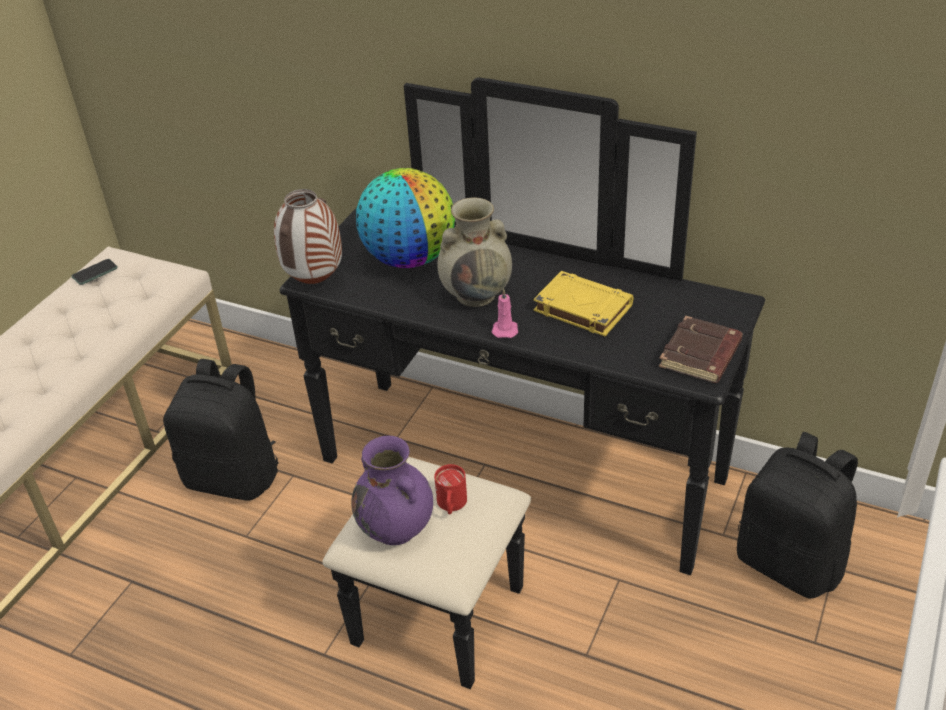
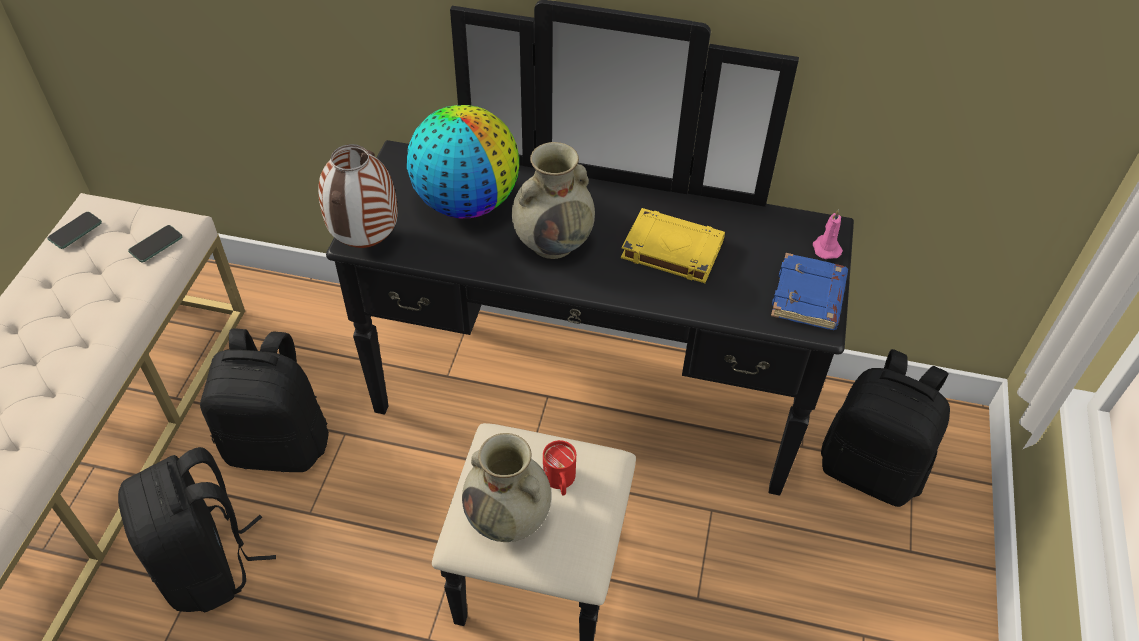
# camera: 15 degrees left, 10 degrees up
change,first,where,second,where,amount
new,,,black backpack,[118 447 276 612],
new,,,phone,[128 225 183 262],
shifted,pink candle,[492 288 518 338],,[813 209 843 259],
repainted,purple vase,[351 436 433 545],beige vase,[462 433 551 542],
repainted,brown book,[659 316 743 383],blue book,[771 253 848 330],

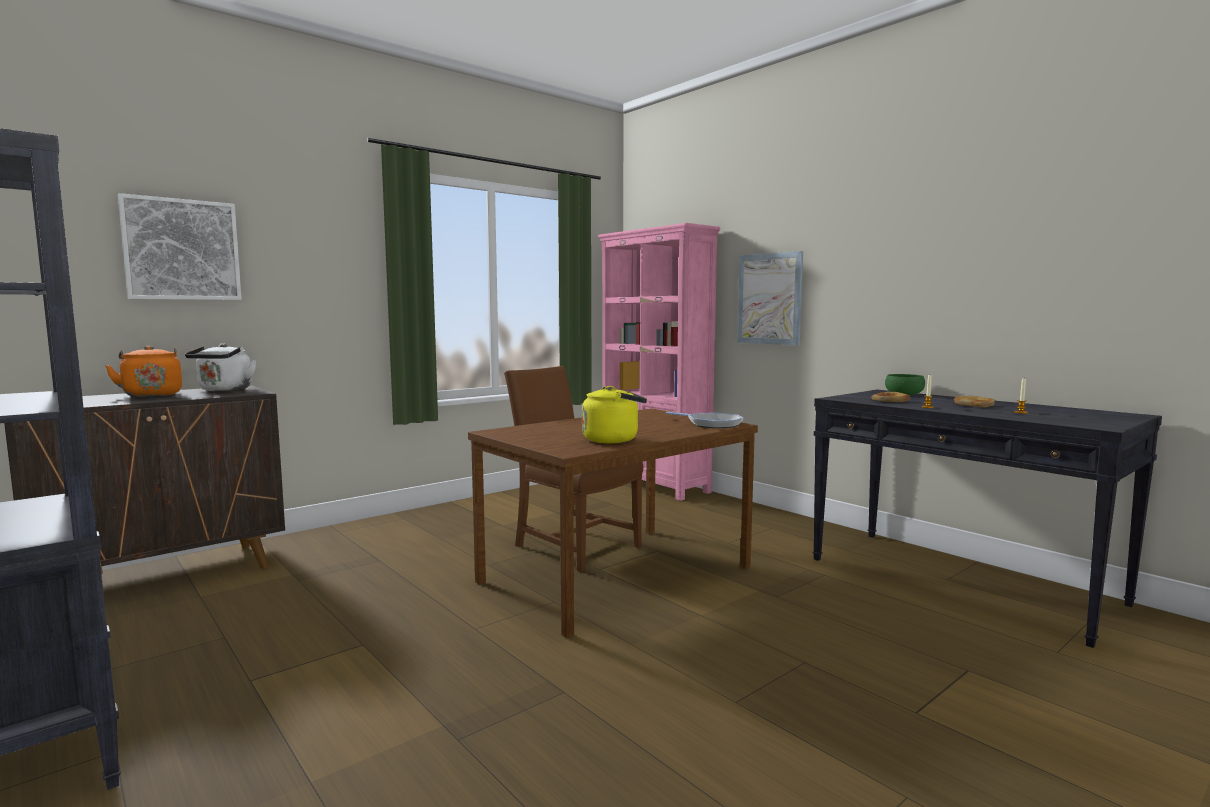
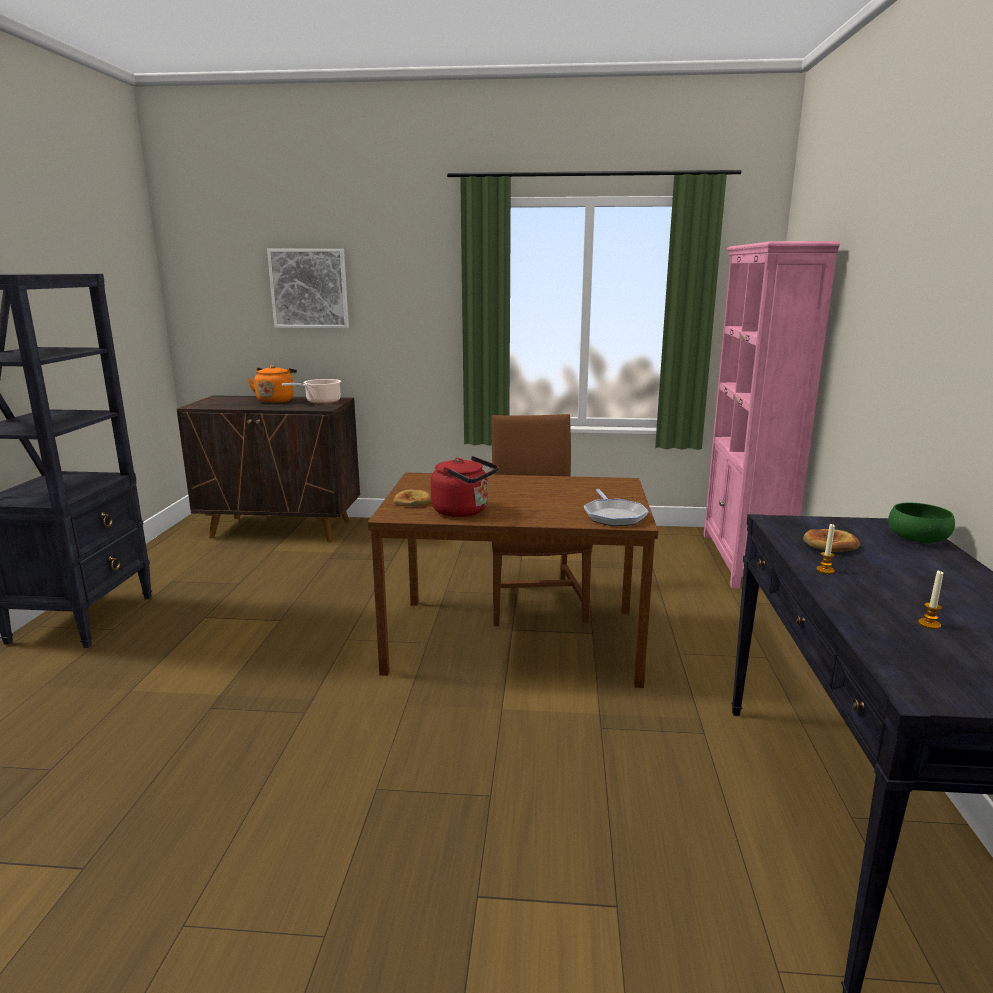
# camera: 45 degrees right, 10 degrees up
change,first,where,second,where,amount
gone,picture,[737 251 803 345],,,
shifted,bread,[954 396 995 408],,[393 489 431 506],
swapped,white kettle,[185 343 257 391],cooking pot,[282 379 341 404],
repainted,yellow kettle,[582 386 647 444],red kettle,[431 456 498 517],

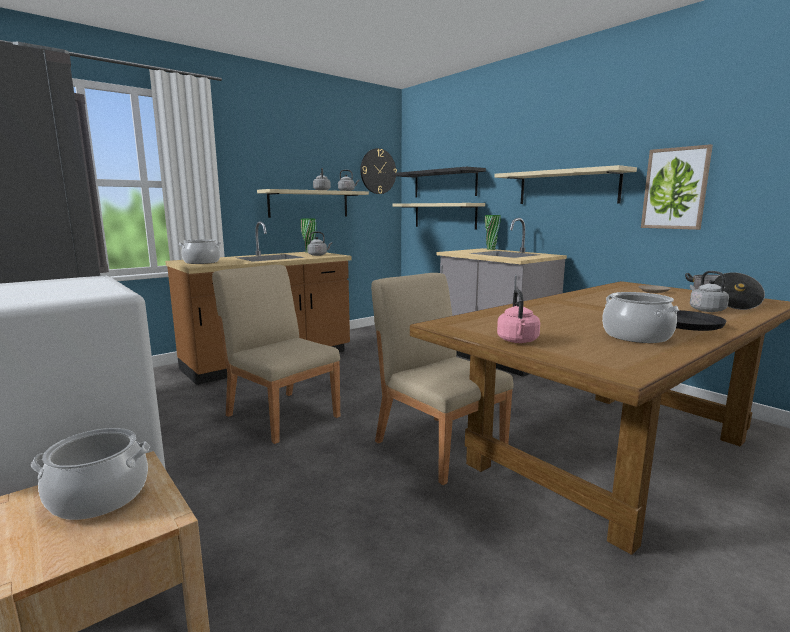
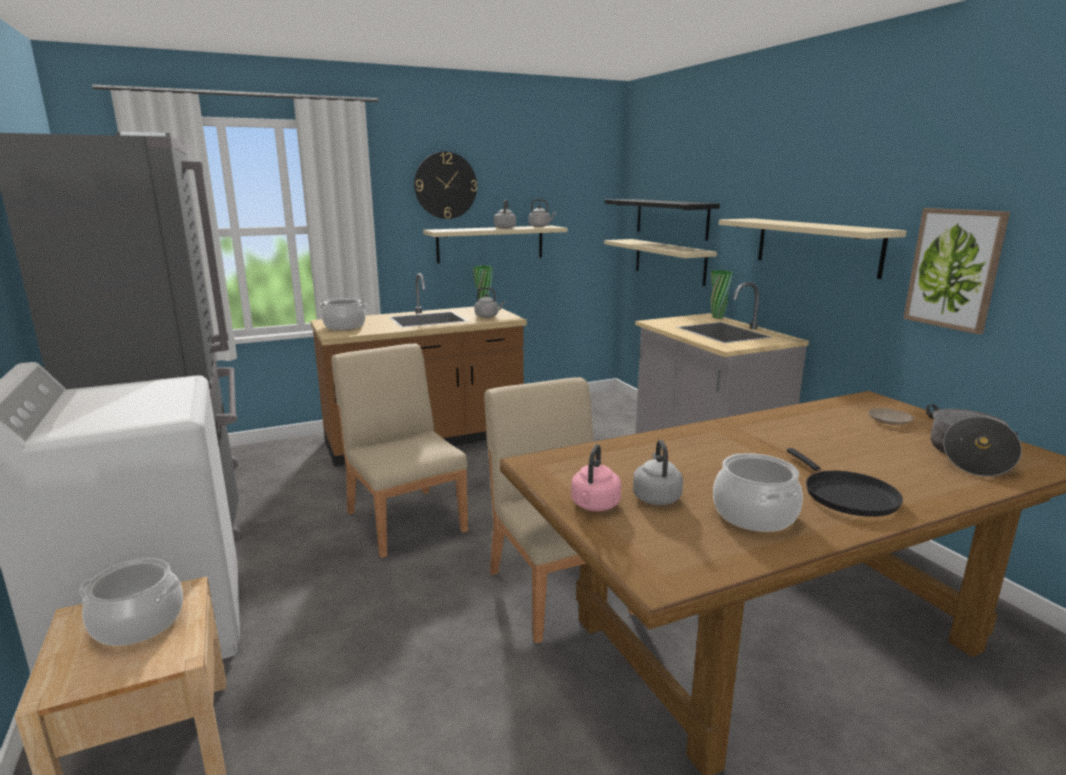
# camera: 15 degrees right, 5 degrees up
change,first,where,second,where,amount
shifted,wall clock,[360 148 397 194],,[414 152 477 219],
shifted,grey kettle,[690 271 729 312],,[633 440 683 505],

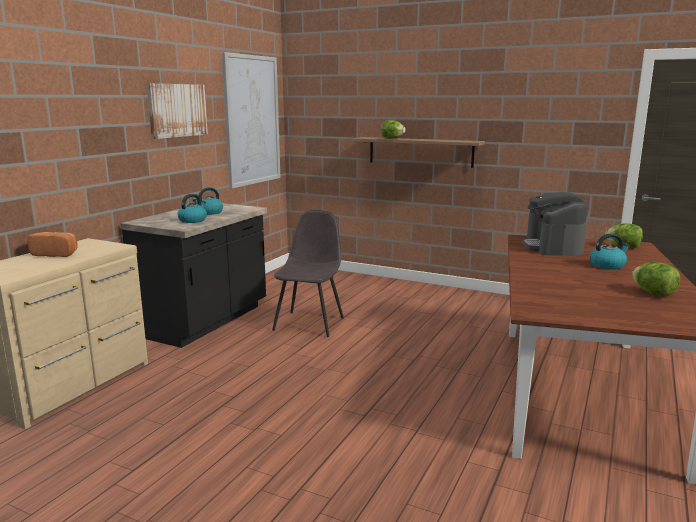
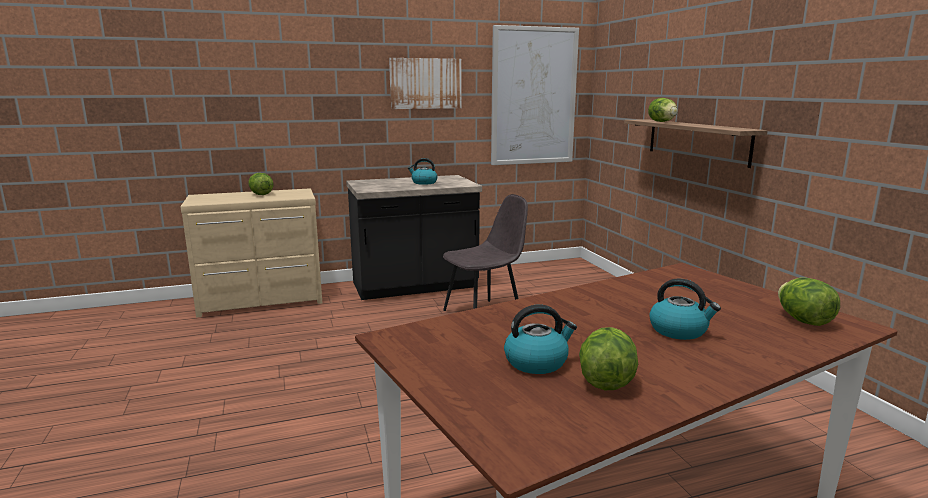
# camera: 45 degrees right, 0 degrees up
change,first,where,second,where,amount
gone,coffee machine,[522 192 588 256],,,
shifted,kettle,[177 194 207 223],,[504 305 577 374],
swapped,bread,[27 232 78 257],lettuce,[248 173 274 195],

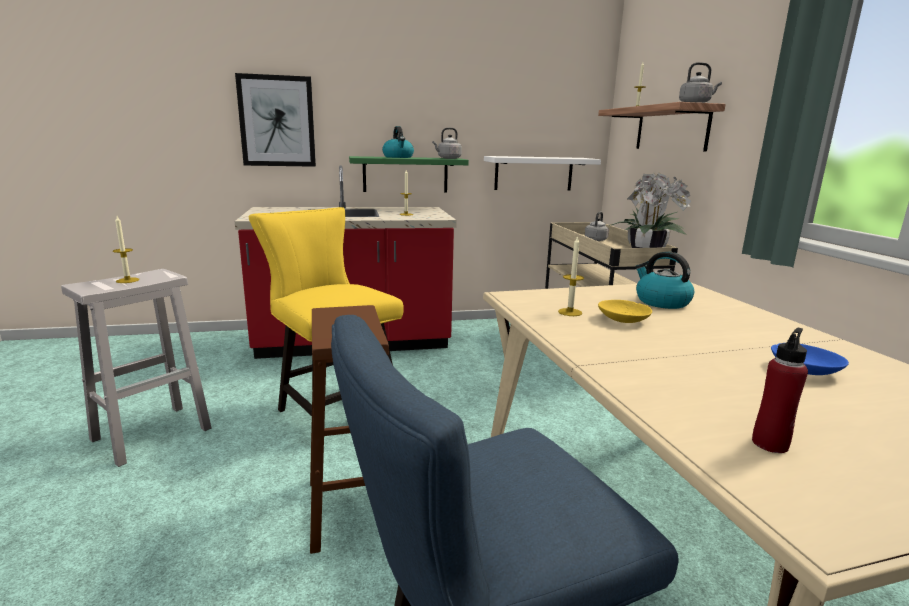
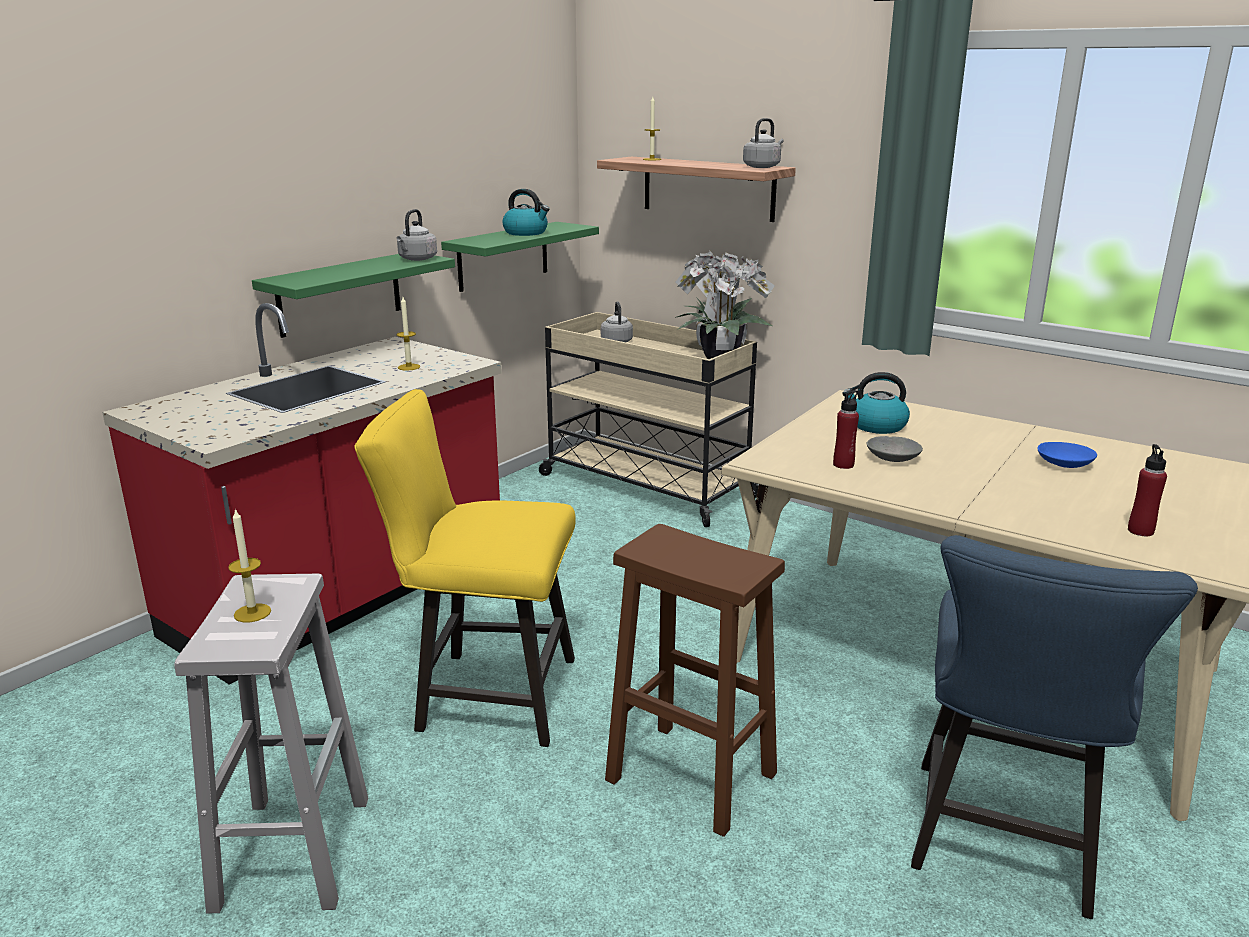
# camera: 40 degrees left, 5 degrees up
change,first,where,second,where,amount
gone,picture,[235 73 316 167],,,
shifted,kettle,[382 126 414 158],,[502 189 549 236],
swapped,candle,[558 236 584 316],red bottle,[833 390 859 469],
repainted,white shelf,[484 156 601 191],green shelf,[441 222 599 292],
repainted,yellow bowl,[598 300 652 323],grey bowl,[867 436 923 462],

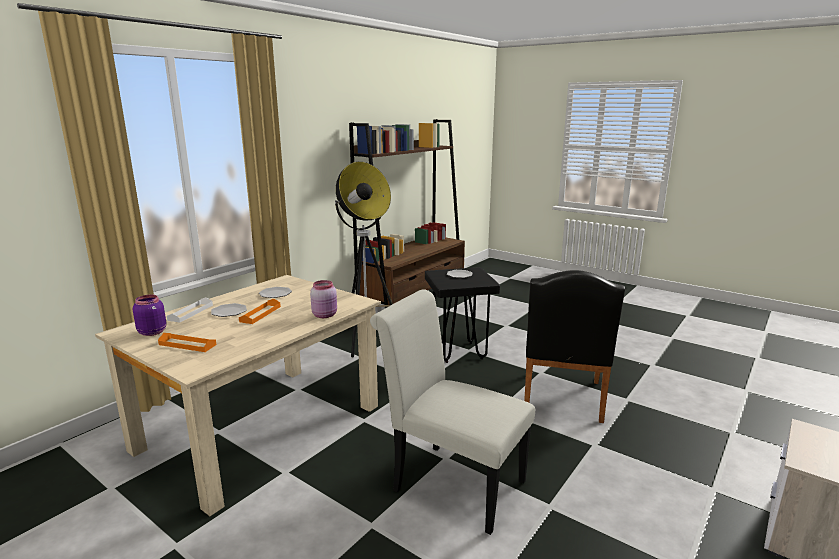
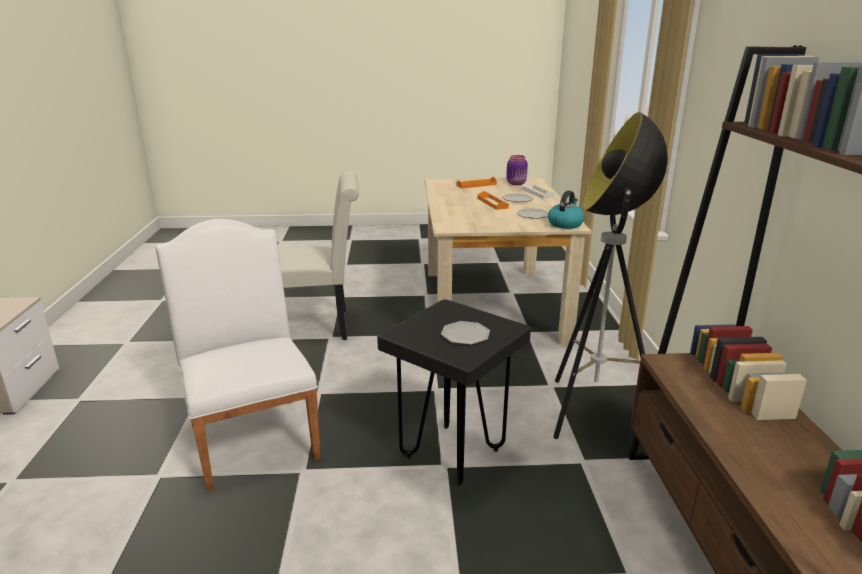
# camera: 140 degrees right, 5 degrees up
change,first,where,second,where,amount
gone,pink jar,[310 280 337 318],,,
new,,,kettle,[548 191 585 229],
repainted,black chair,[524 270 625 423],white chair,[156 219 321 492],

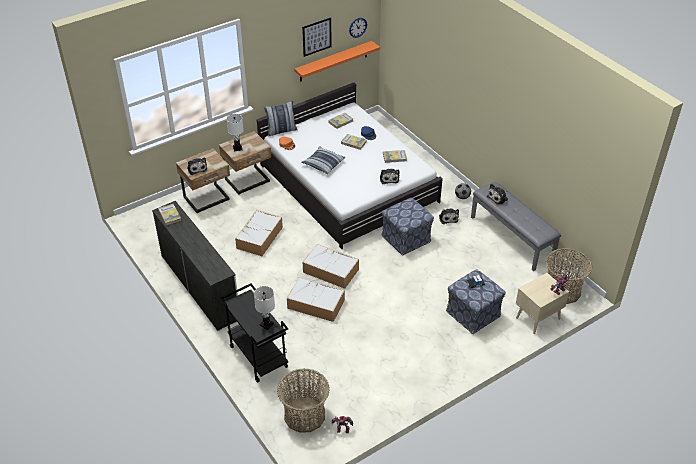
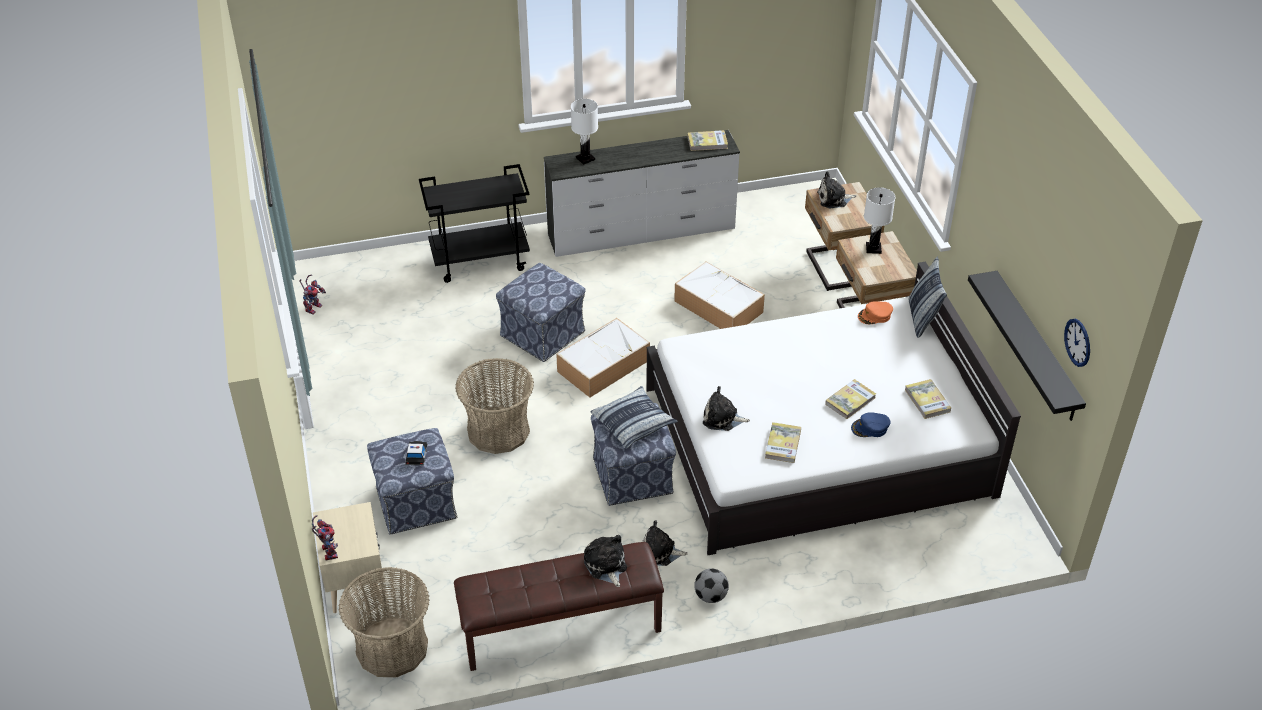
# camera: 110 degrees right, 0 degrees up
change,first,where,second,where,amount
gone,picture,[302 17 332 57],,,
shifted,white table lamp,[254 286 275 330],,[571 99 598 165],
shifted,basket,[277 369 329 433],,[455 358 534 454],
shifted,pillow,[301 146 346 174],,[590 386 678 448],
swapped,storage box,[287 277 345 322],ottoman,[496 263 586 362],
repainted,orange shelf,[294 41 380 81],black shelf,[968 271 1086 421],
repainted,grey bench,[471 182 561 271],brown bench,[454 542 664 671],

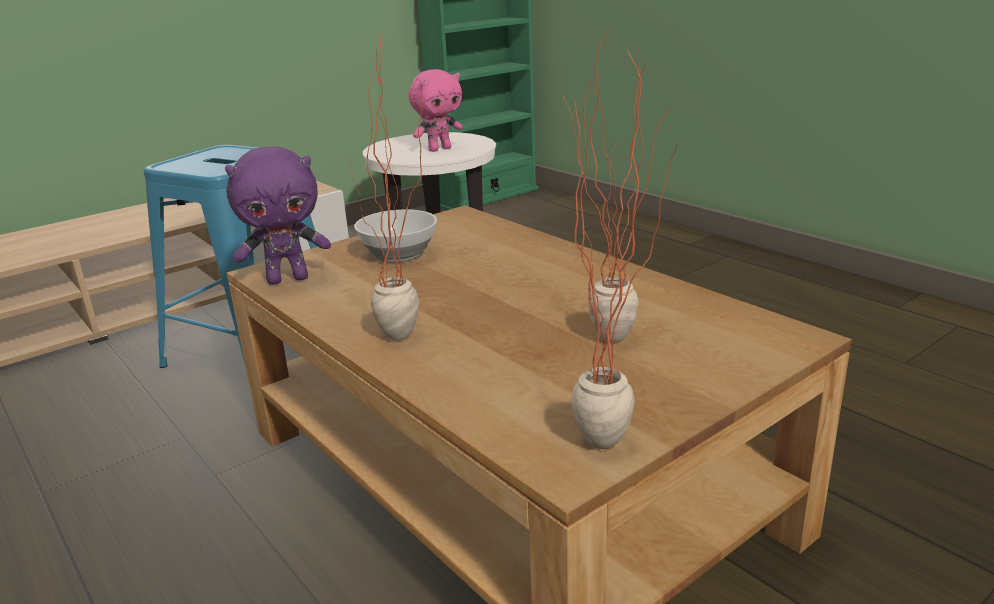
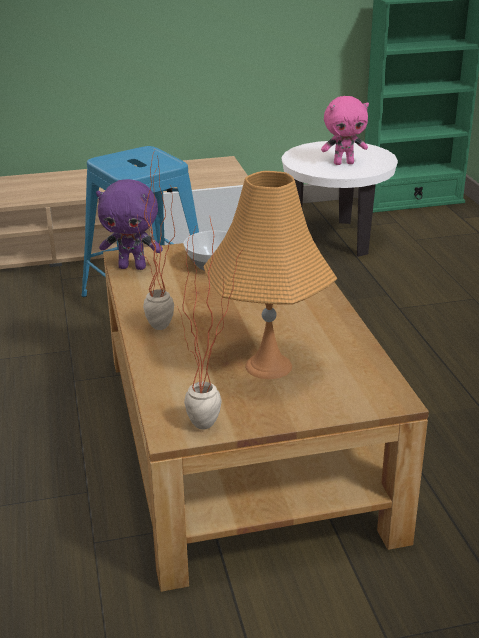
# camera: 25 degrees right, 5 degrees up
change,first,where,second,where,amount
swapped,potted plant,[563 23 647 343],orange table lamp,[203 171 337 379],

